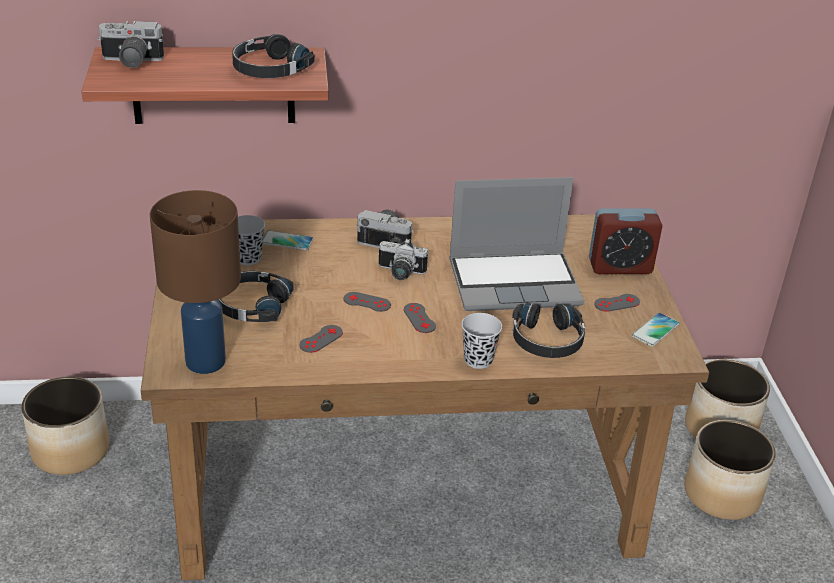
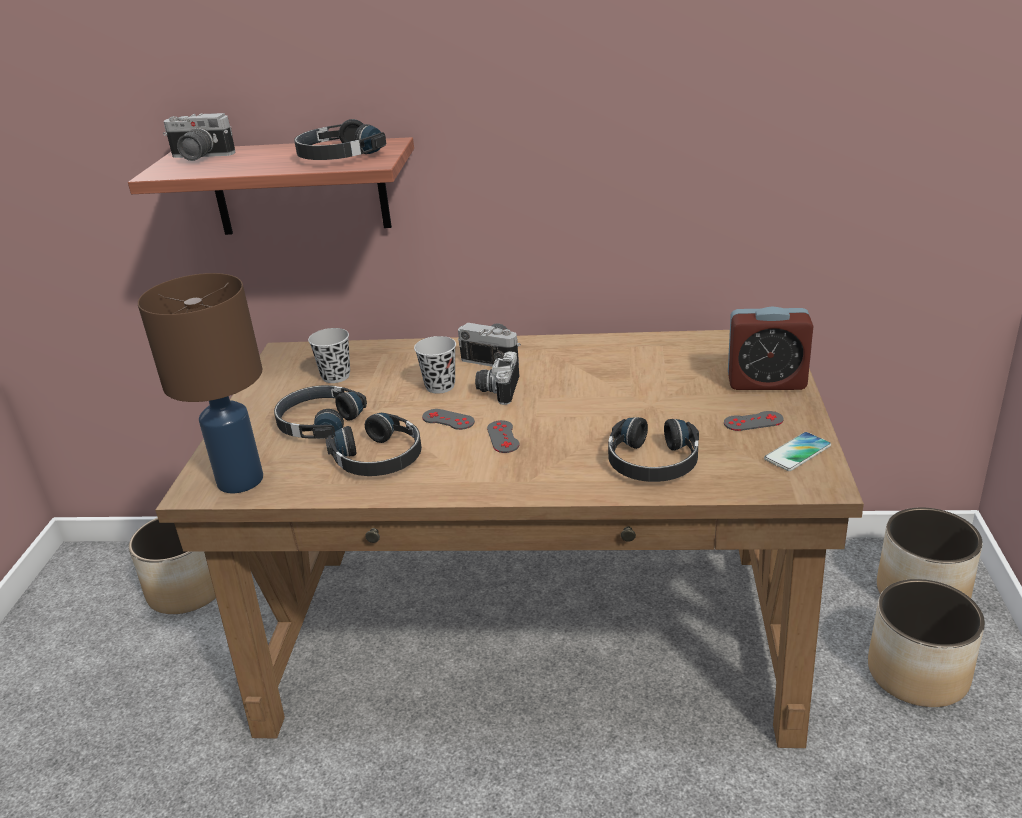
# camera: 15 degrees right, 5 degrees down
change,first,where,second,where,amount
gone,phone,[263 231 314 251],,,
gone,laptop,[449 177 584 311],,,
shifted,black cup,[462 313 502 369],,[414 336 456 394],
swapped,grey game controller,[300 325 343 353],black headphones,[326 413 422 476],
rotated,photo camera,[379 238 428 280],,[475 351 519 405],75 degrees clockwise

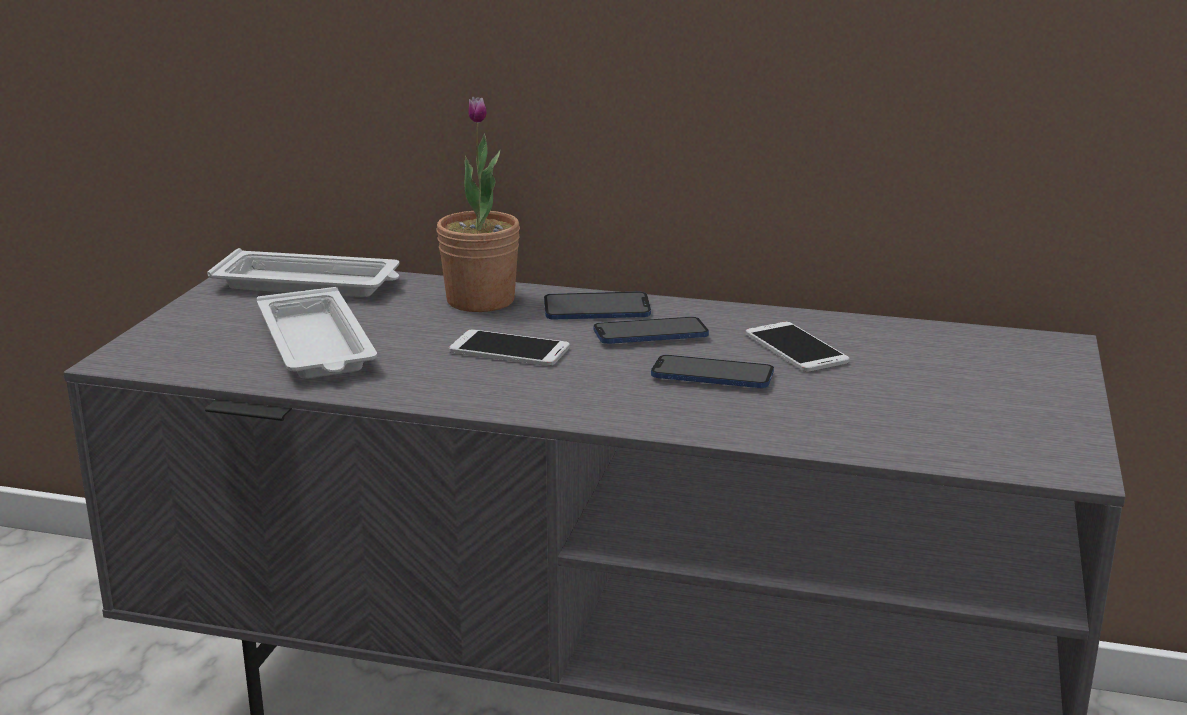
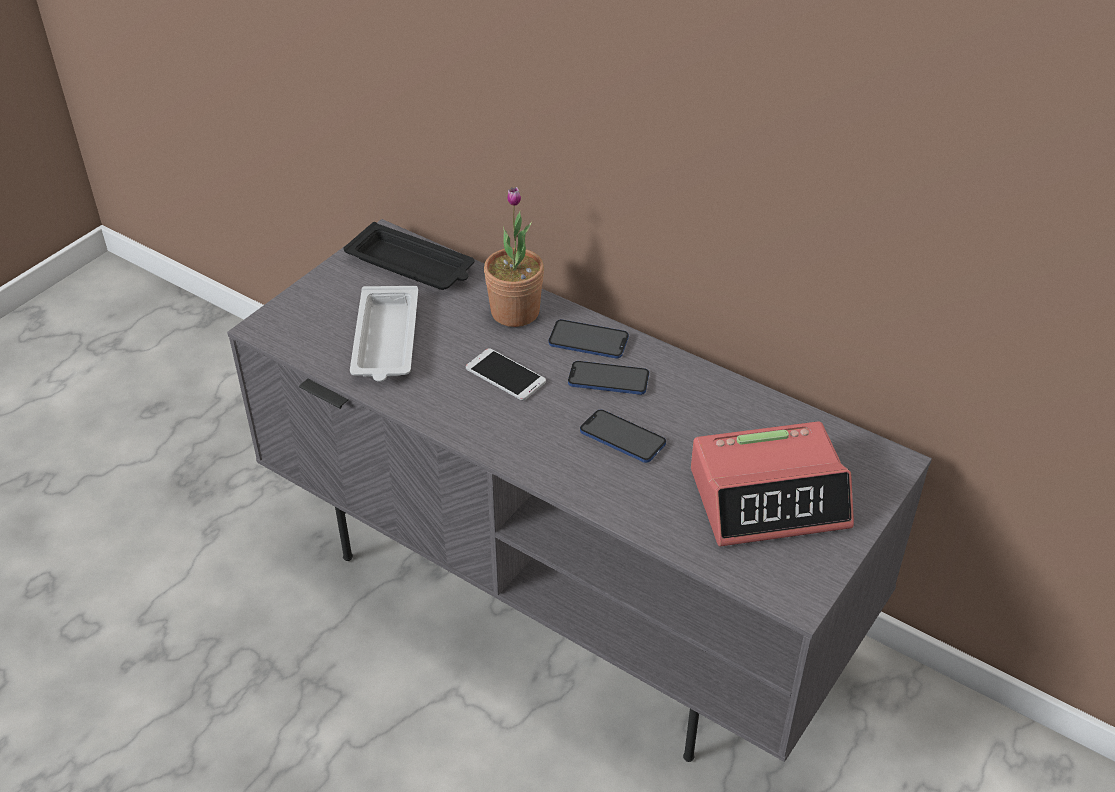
# camera: 20 degrees right, 20 degrees up
change,first,where,second,where,amount
gone,phone,[746 322 850 372],,,
new,,,alarm clock,[691 421 854 546],
repainted,white tray,[207 248 400 297],black tray,[344 222 474 290],

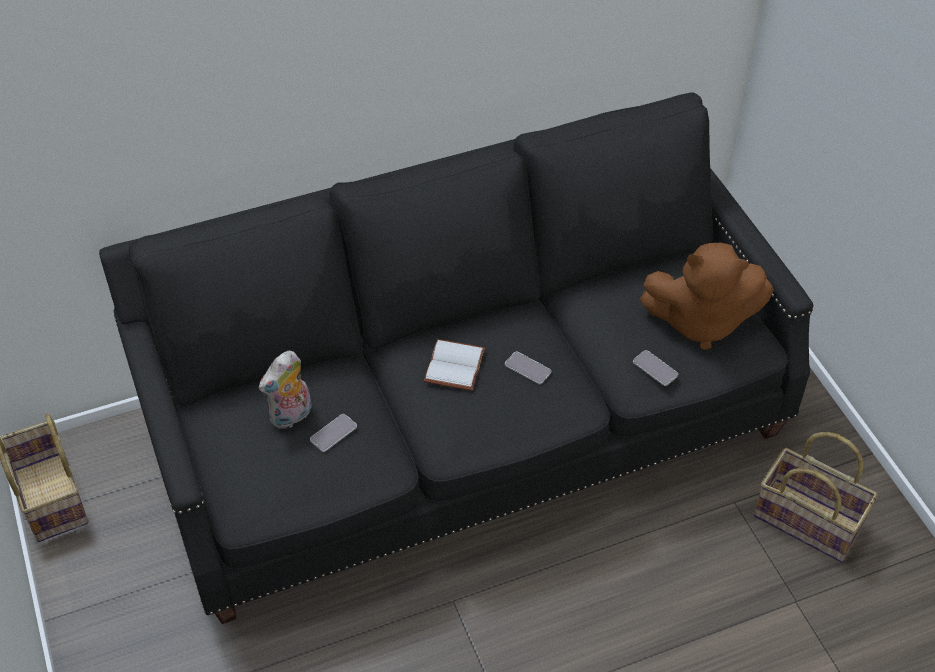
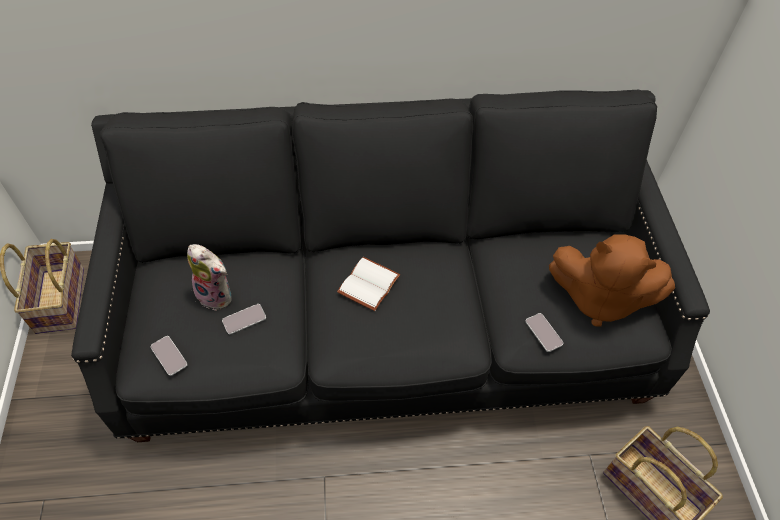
# camera: 15 degrees right, 5 degrees up
change,first,where,second,where,amount
shifted,phone,[505 351 551 384],,[151 336 188 376],
rotated,plush toy,[259 351 312 429],,[187 244 232 311],120 degrees counterclockwise

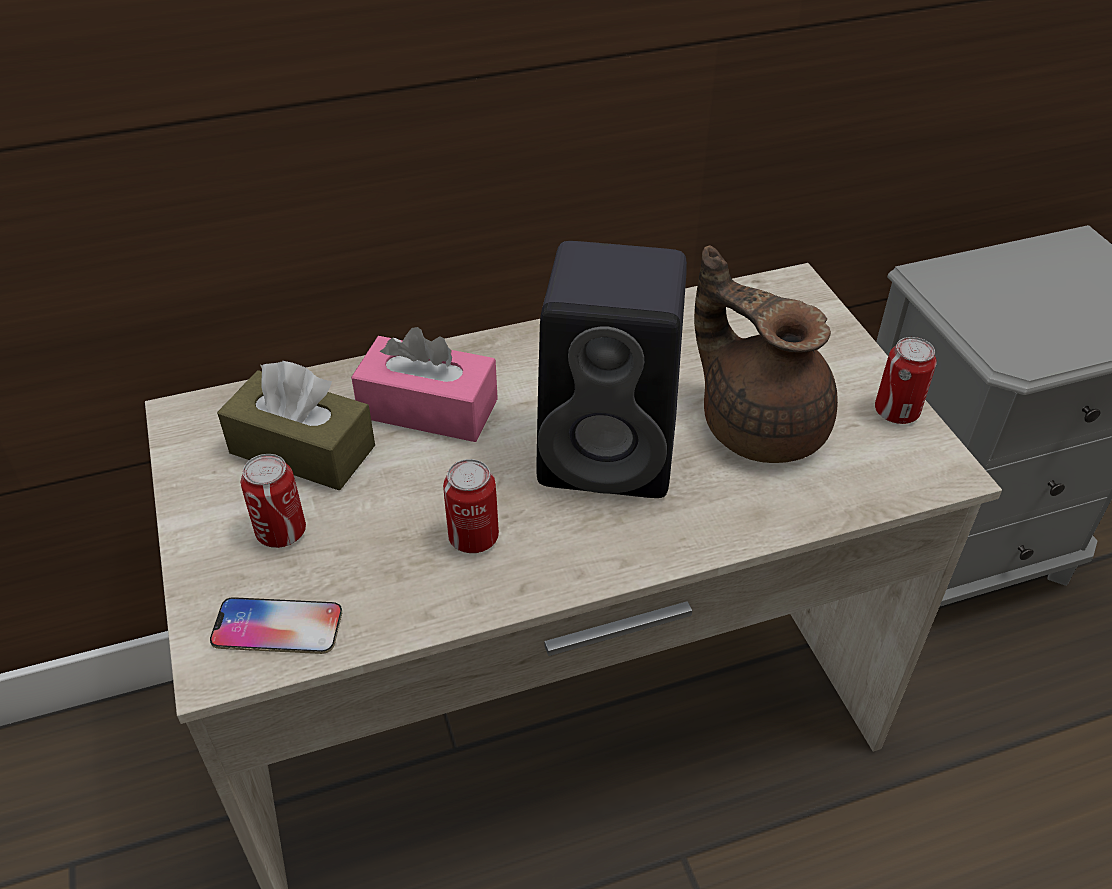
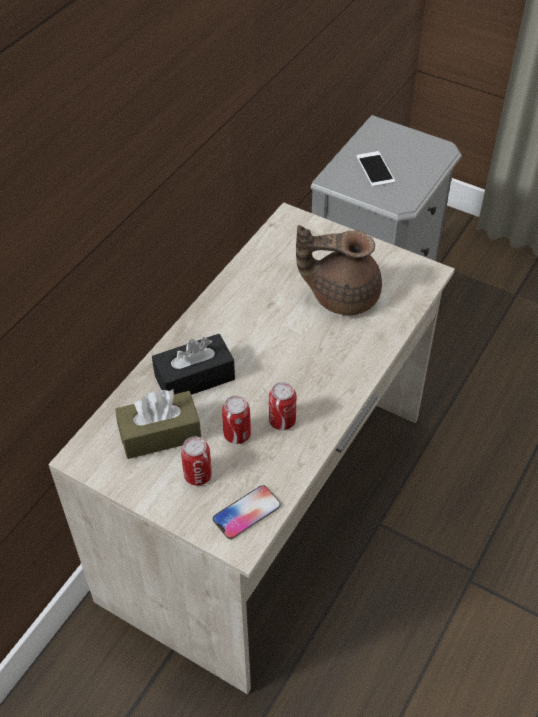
# camera: 40 degrees left, 5 degrees up
change,first,where,second,where,amount
gone,black speaker,[536 241 687 498],,,
new,,,phone,[356 151 395 187],
shifted,can,[875 337 936 424],,[222 396 251 444],
repainted,pink tissue box,[351 327 498 442],black tissue box,[152 334 235 395],

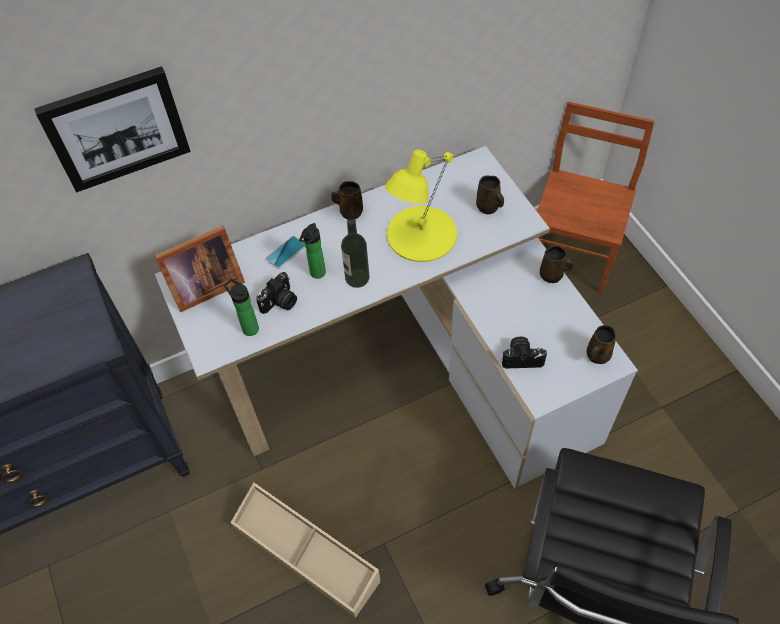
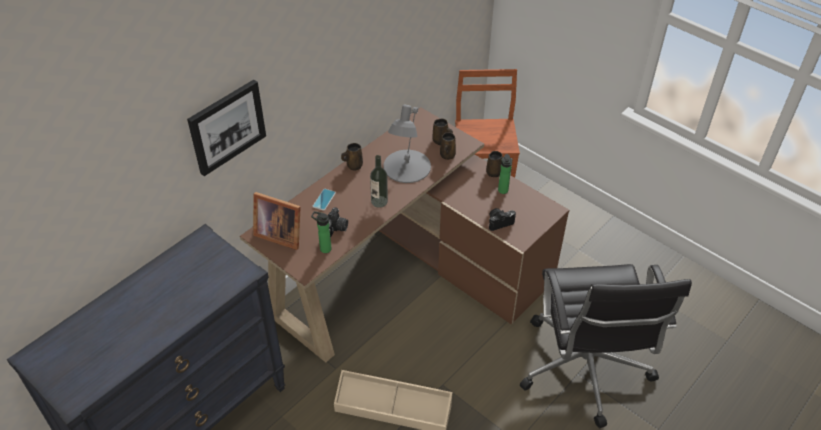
# camera: 25 degrees left, 10 degrees down
change,first,where,second,where,amount
shifted,bottle,[299 223 326 279],,[498 154 512 194],
shifted,brown mug,[587 325 616 364],,[440 132 456 160],
repainted,white desk,[155 146 638 489],brown desk,[240 107 569 362],
repainted,yellow table lamp,[385 150 457 262],grey table lamp,[384 105 431 183],
rotated,picture frame,[154 225 245 312],,[253 192 301 250],75 degrees clockwise

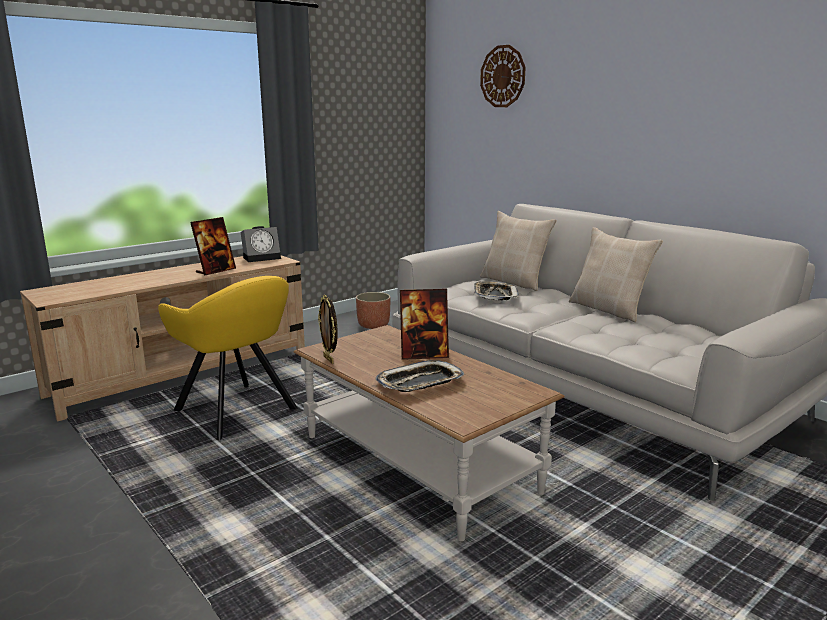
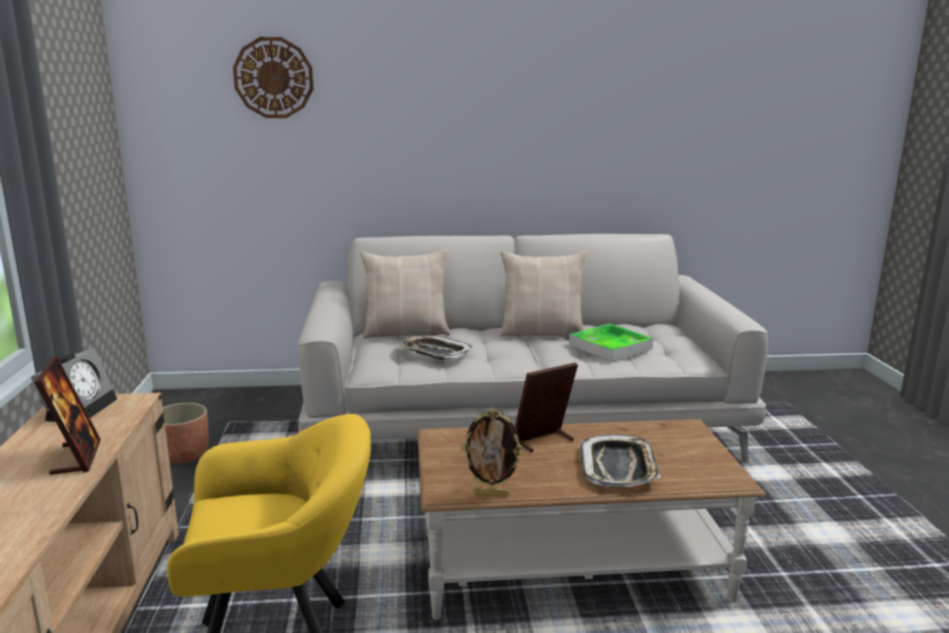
# camera: 55 degrees left, 0 degrees up
change,first,where,second,where,amount
new,,,tray,[569 323 653 362],
rotated,picture frame,[400 289 449 360],,[515 363 578 453],150 degrees counterclockwise

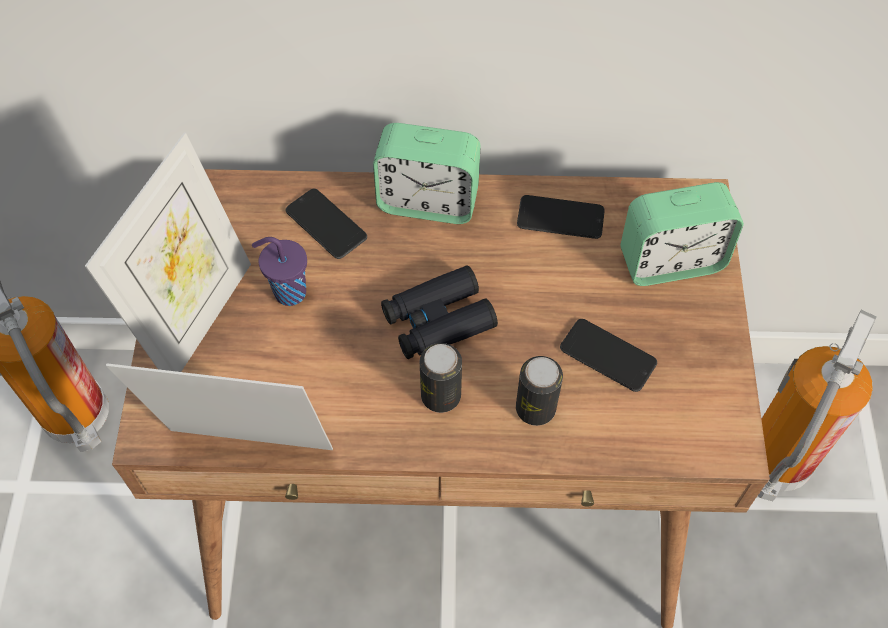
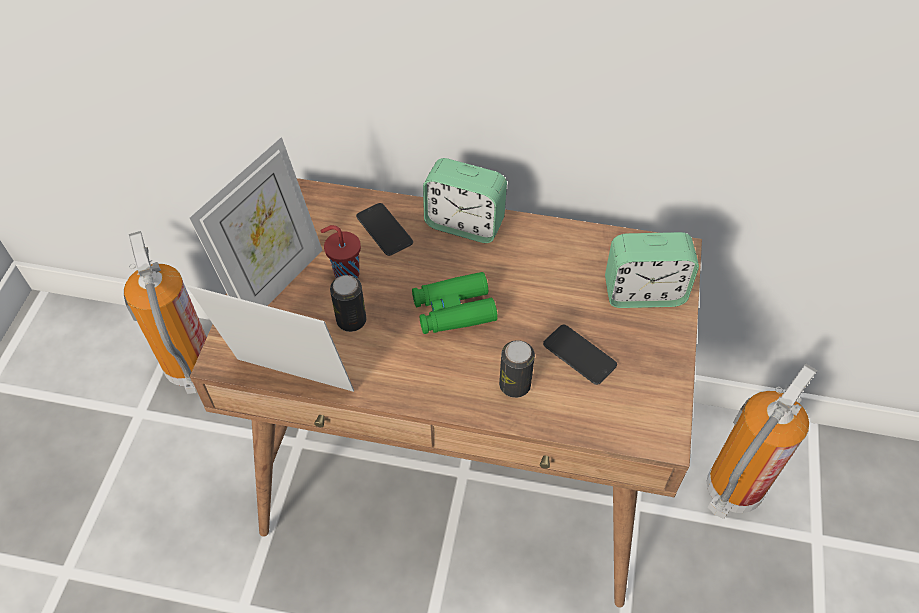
# camera: 10 degrees right, 5 degrees down
change,first,where,second,where,amount
gone,phone,[517 195 605 239],,,
shifted,can,[419 343 462 413],,[330 275 366 332],
repainted,purple cup,[252 237 307 306],red cup,[321 225 361 279],
repainted,black binoculars,[381 265 498 359],green binoculars,[412 272 498 334],

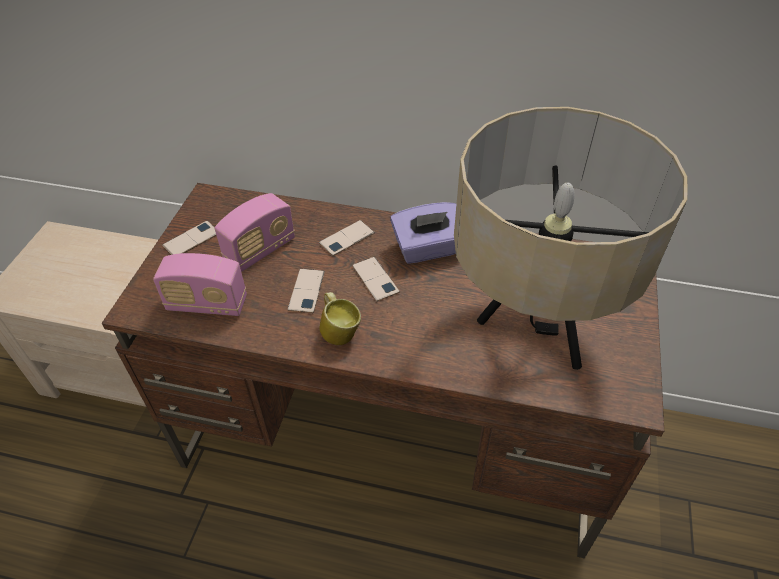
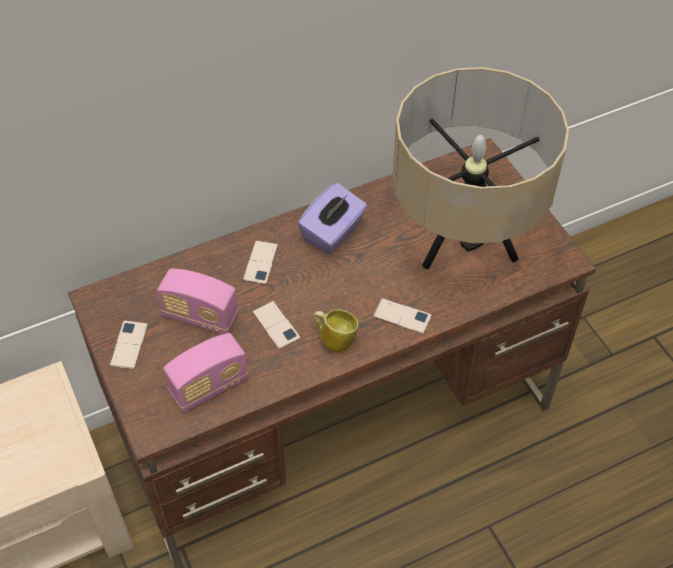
# camera: 40 degrees left, 5 degrees up
change,first,where,second,where,amount
shifted,phone,[352 257 399 302],,[373 298 432 334],
rotated,radio,[215 193 295 272],,[157 269 239 334],105 degrees clockwise

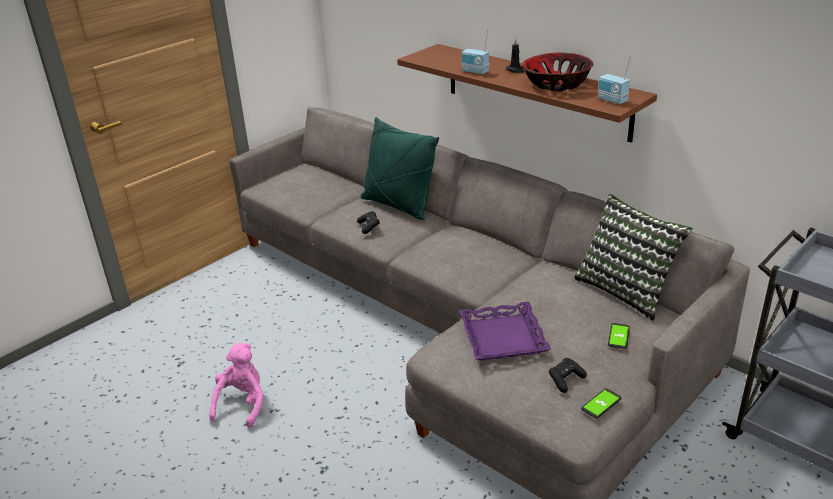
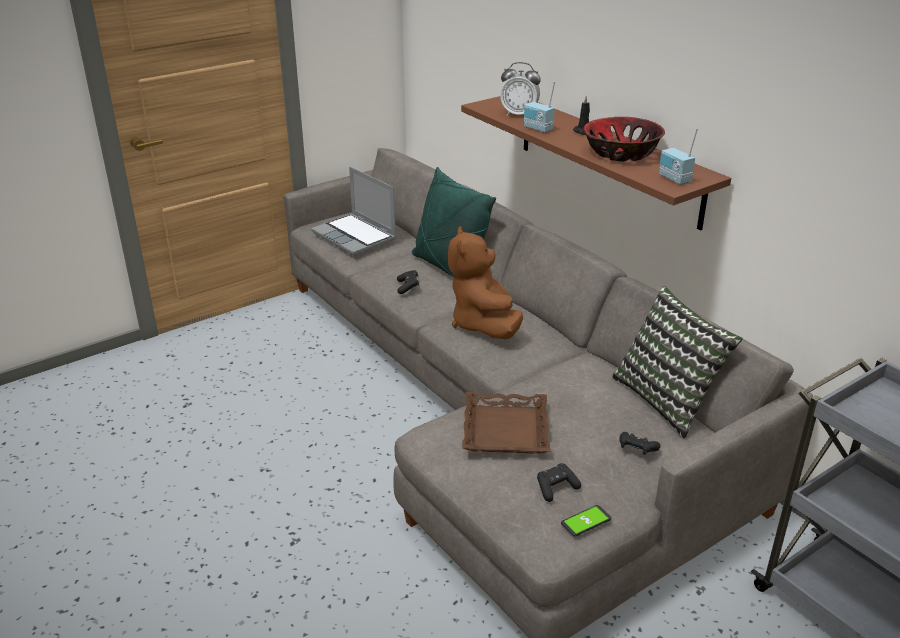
# camera: 10 degrees right, 0 degrees up
change,first,where,second,where,amount
gone,pink plush toy,[209 343 264 428],,,
new,,,laptop,[311 167 396 255],
new,,,brown plush toy,[448 226 523 339],
new,,,alarm clock,[500 62 541 116],
swapped,phone,[608 323 630 349],black game controller,[619 432 660 455],
repainted,purple tray,[459 302 551 361],brown tray,[462 392 550 454],

